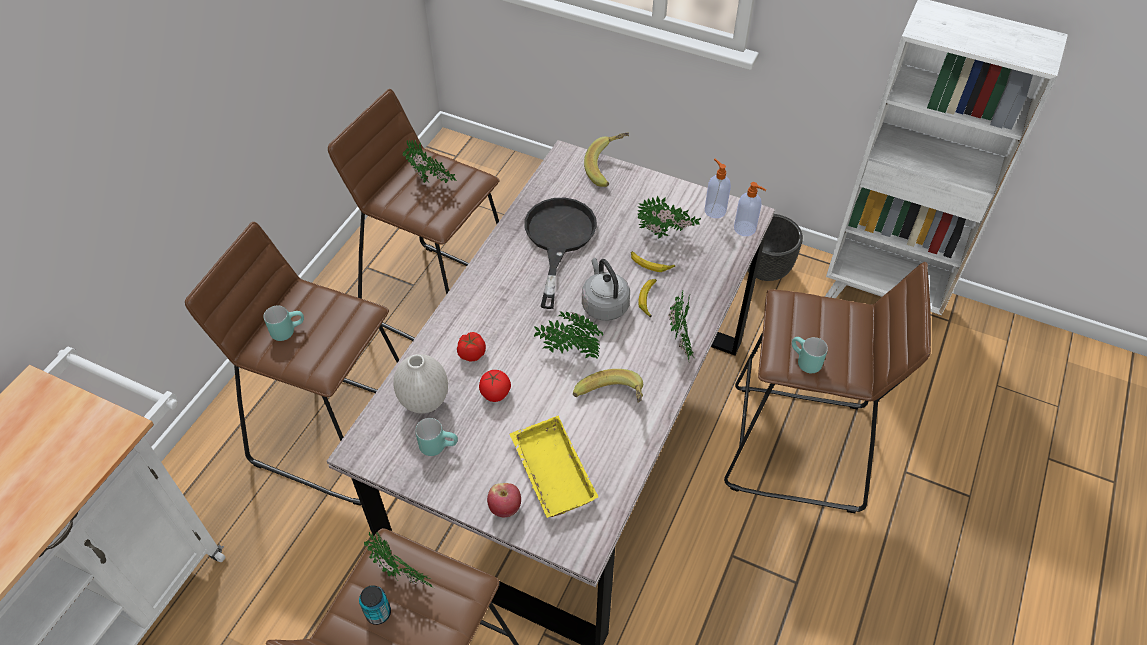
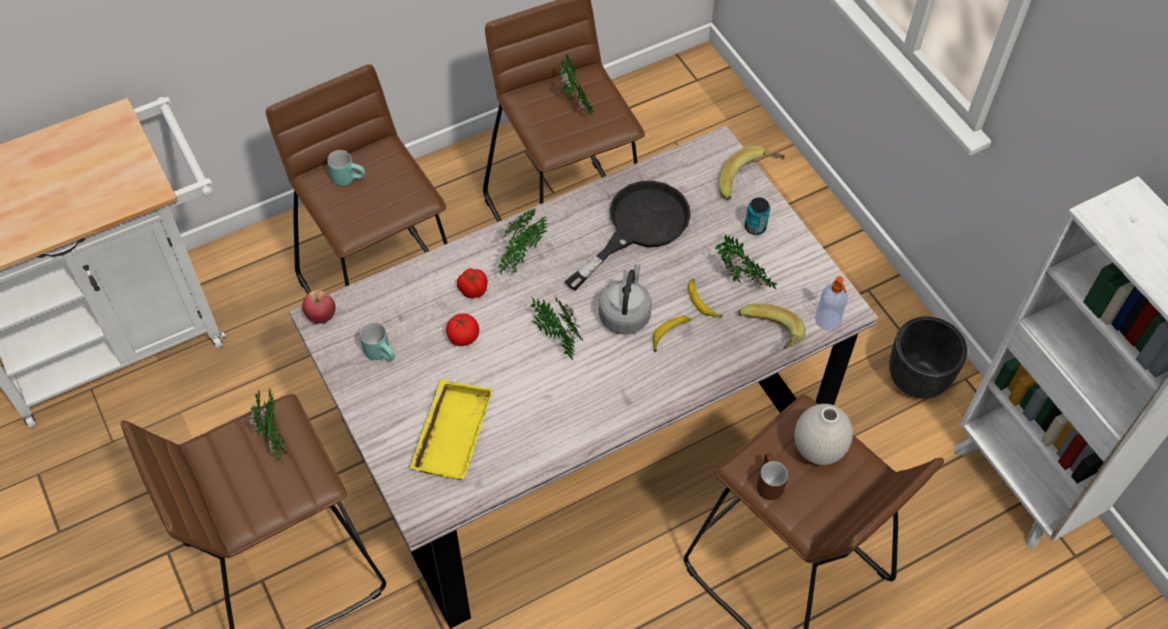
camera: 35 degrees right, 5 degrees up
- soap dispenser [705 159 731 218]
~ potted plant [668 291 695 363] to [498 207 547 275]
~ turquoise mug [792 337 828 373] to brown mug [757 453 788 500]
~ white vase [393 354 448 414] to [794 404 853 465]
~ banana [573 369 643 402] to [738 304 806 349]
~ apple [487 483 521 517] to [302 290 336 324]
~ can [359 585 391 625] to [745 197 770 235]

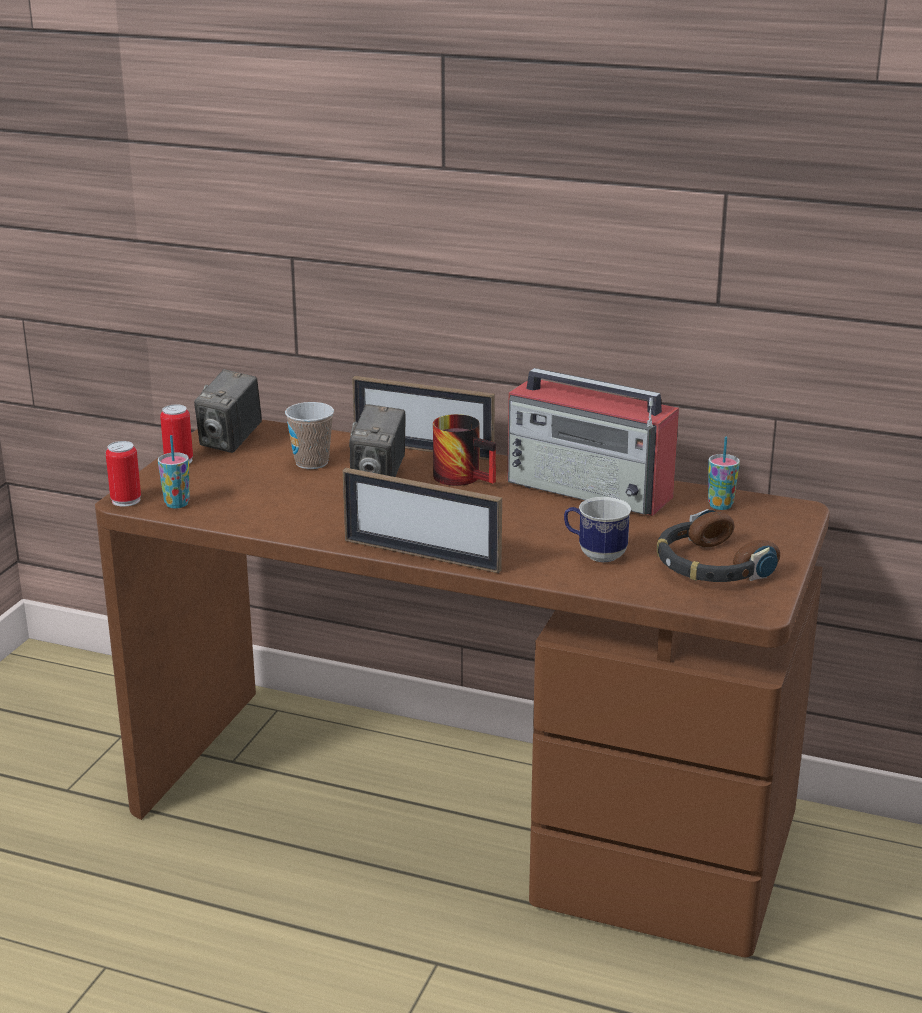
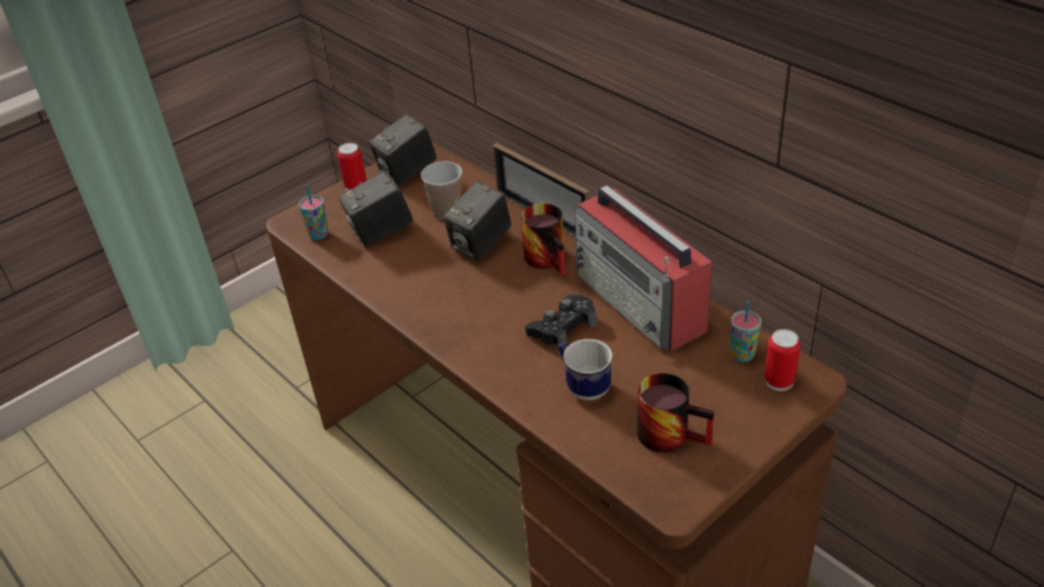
camera: 30 degrees right, 15 degrees up
~ can [106 441 141 507] to [764 329 801 391]
- picture frame [343 468 502 573]
~ headphones [657 509 780 582] to mug [637 373 714 453]
+ photo camera [338 171 413 247]
+ black game controller [525 295 597 350]

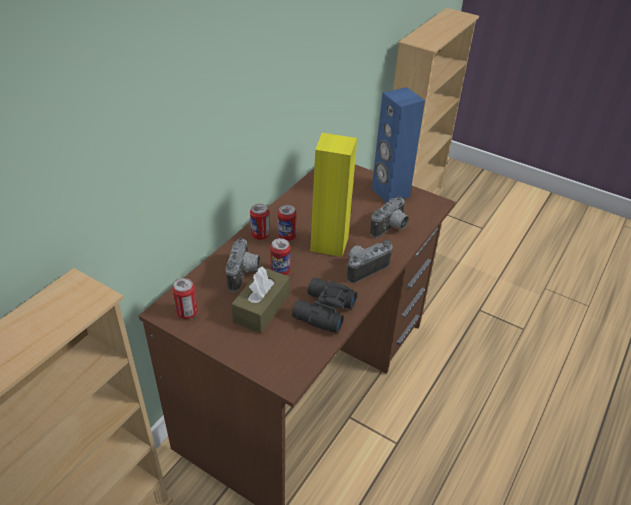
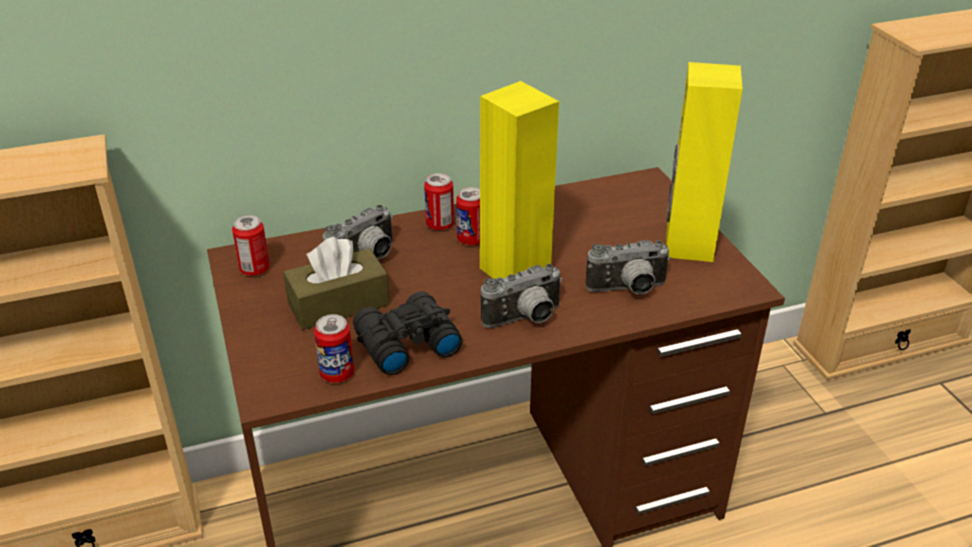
camera: 40 degrees right, 5 degrees down
~ blue speaker [372 87 425 203] to yellow speaker [666 62 743 262]
~ can [270 238 290 275] to [314 314 354 383]
~ photo camera [346 240 393 283] = [481 264 563 328] 150 degrees clockwise

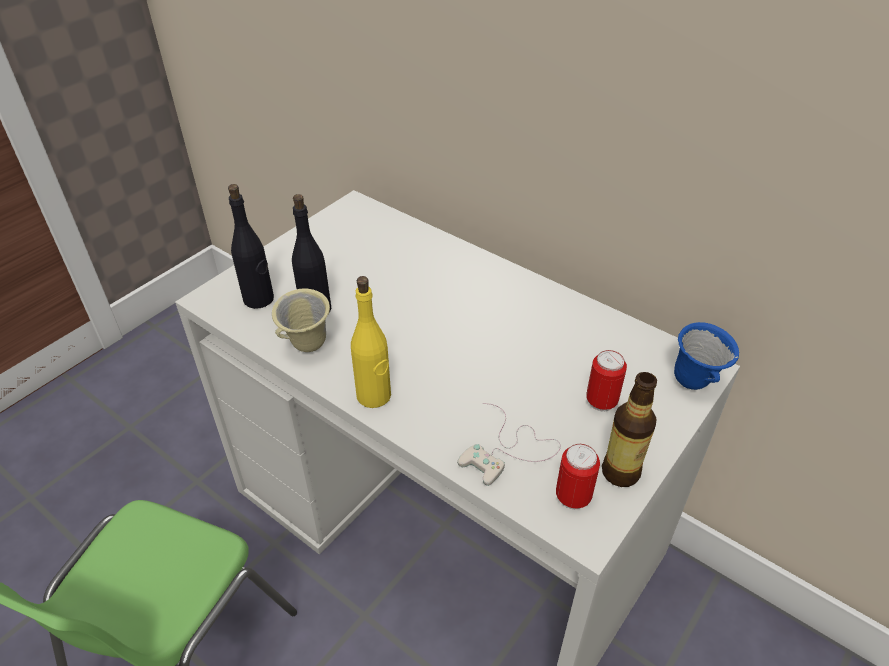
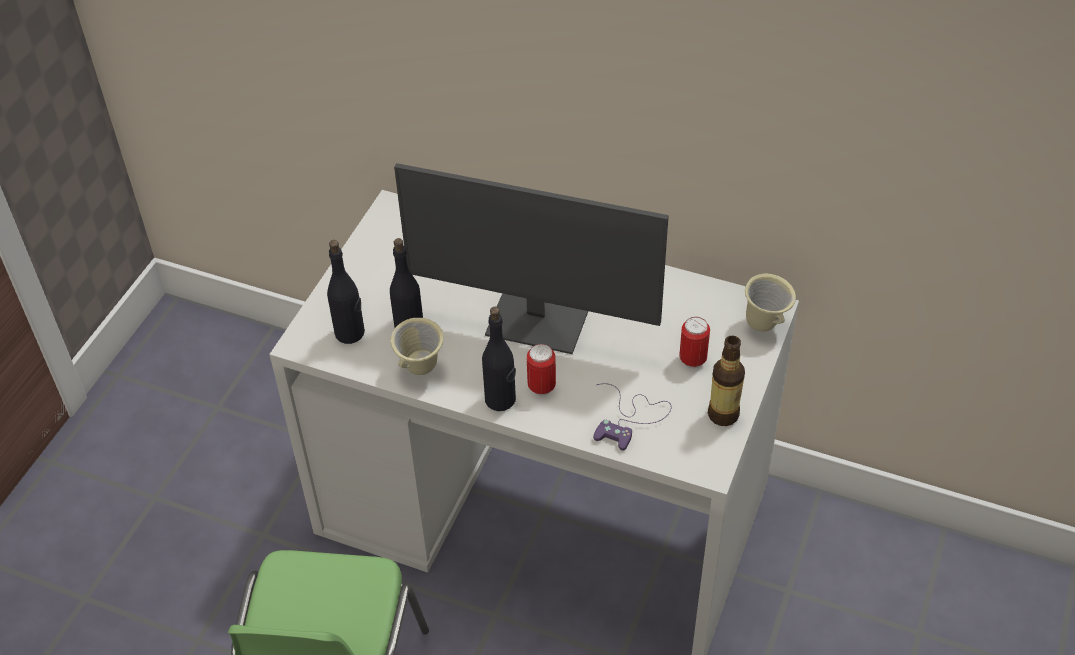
camera: 15 degrees left, 5 degrees up
~ yellow bottle [351 276 391 408] to black bottle [482 307 516 411]
~ blue mug [674 322 739 390] to beige mug [745 274 796 332]
~ white game controller [457 403 561 486] to purple game controller [593 383 672 451]
~ can [556 444 600 509] to [527 344 556 395]
+ monitor [394 163 669 354]

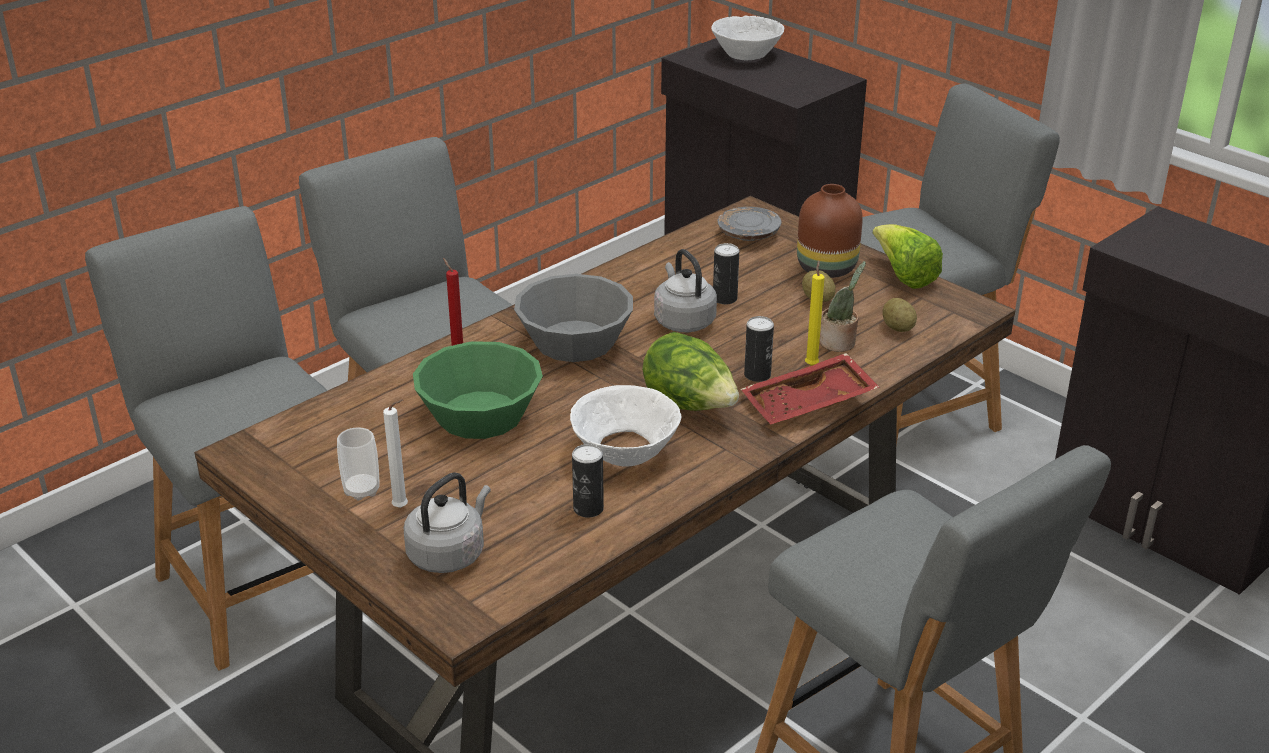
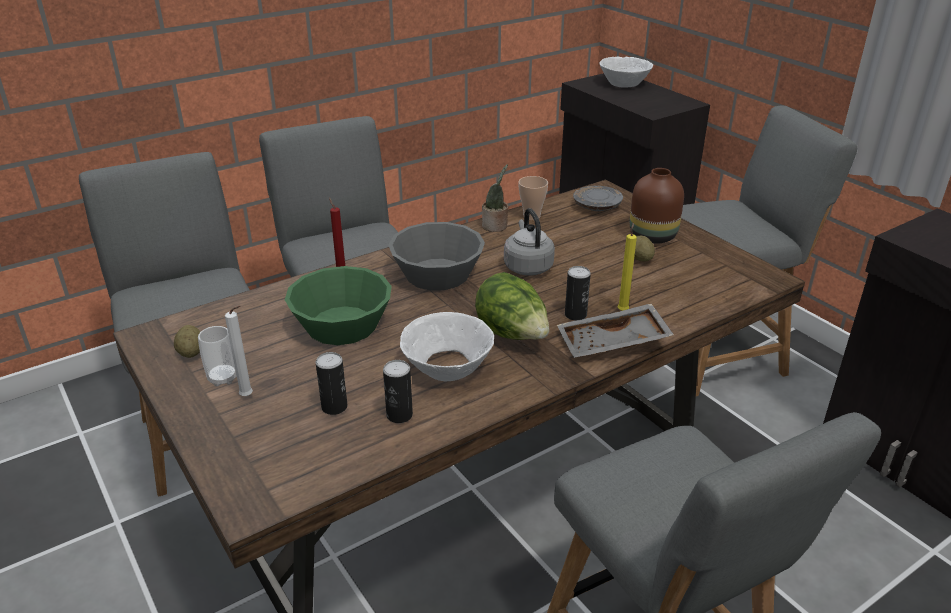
camera: 10 degrees right, 0 degrees up
- lettuce [873 224 943 289]
~ can [713 243 739 304] to [316 352 348 415]
~ potted plant [820 261 866 352] to [482 164 508 232]
~ potato [883 298 917 332] to [174 325 201 358]
~ red tray [741 353 879 425] to grey tray [557 304 674 358]
- grey kettle [403 472 491 573]
+ cup [518 176 548 220]

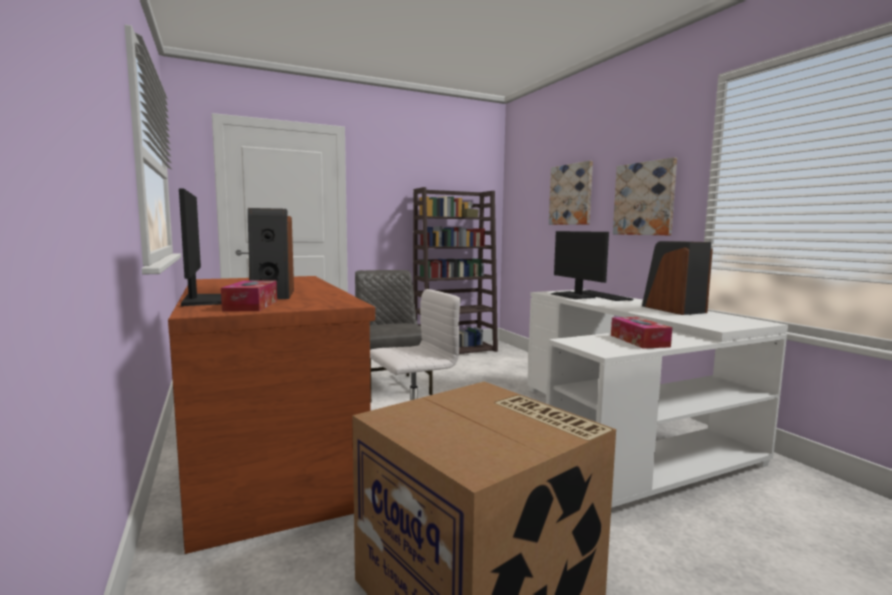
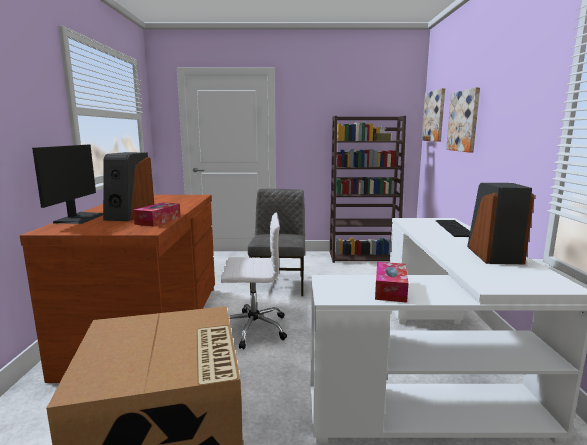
camera: 25 degrees right, 5 degrees up
~ picture [613 157 677 235] to [422 88 445 142]
- monitor [551 231 609 299]
~ tissue box [221 280 277 311] to [133 202 181 227]

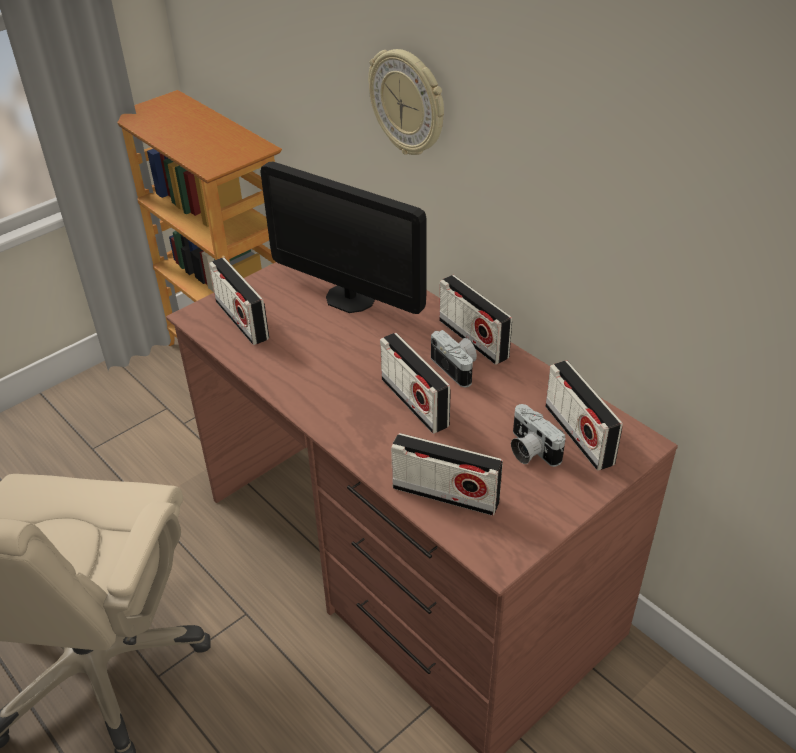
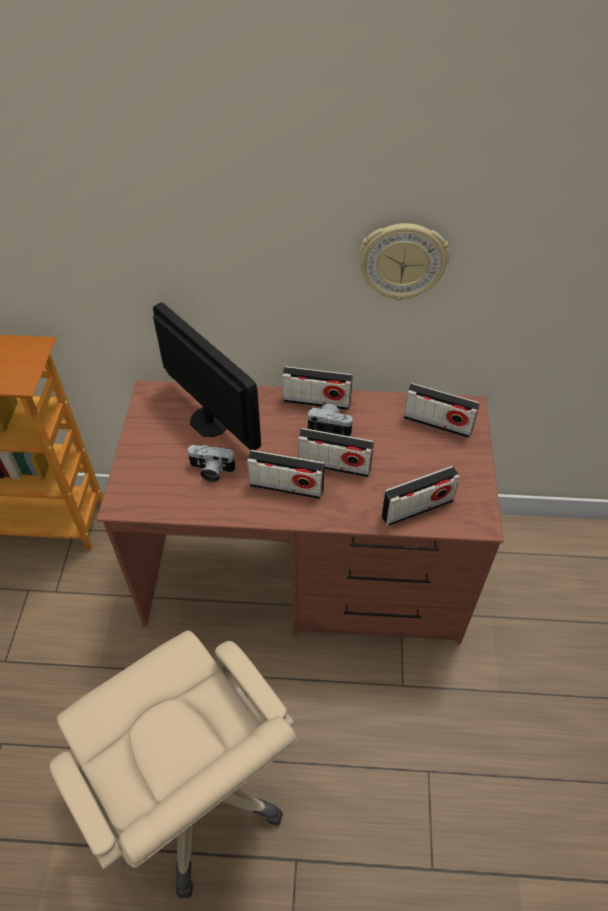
camera: 45 degrees left, 10 degrees up
~ wall clock [368 49 444 155] to [358 223 450 301]
~ monitor [261 162 427 314] = [153 302 261 450] 120 degrees counterclockwise
~ radio [209 257 269 345] to [247 450 325 499]
~ photo camera [511 404 566 467] to [187 445 236 482]

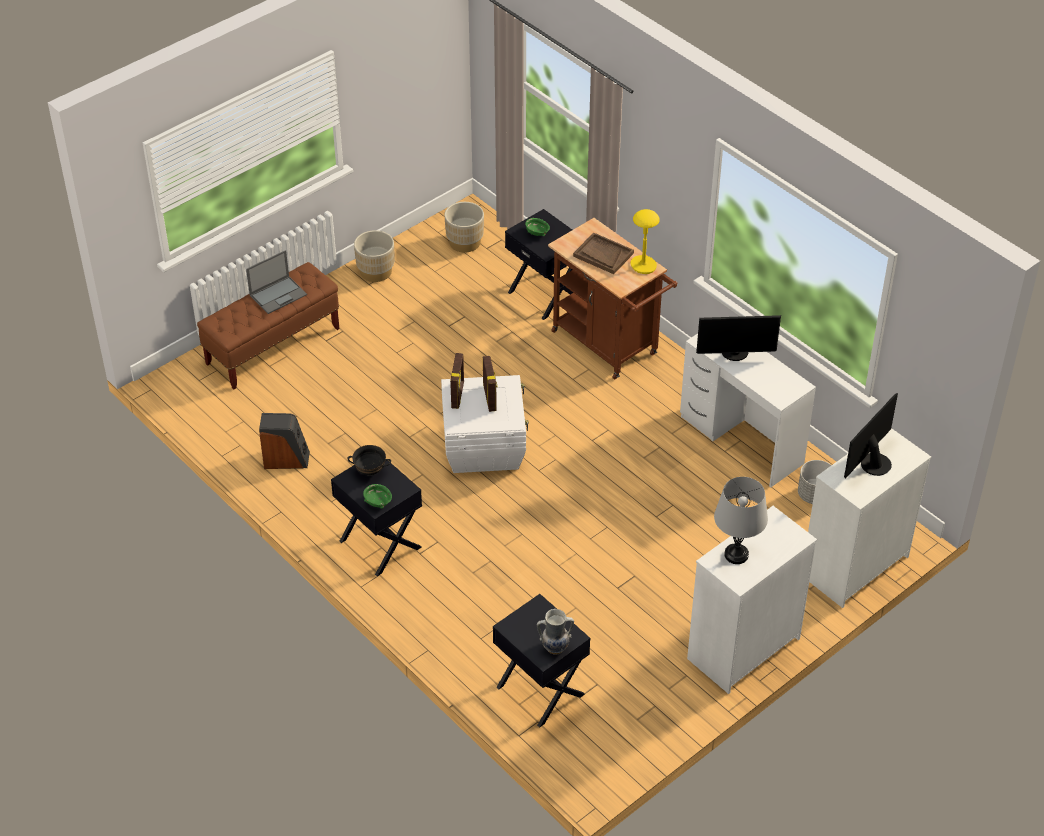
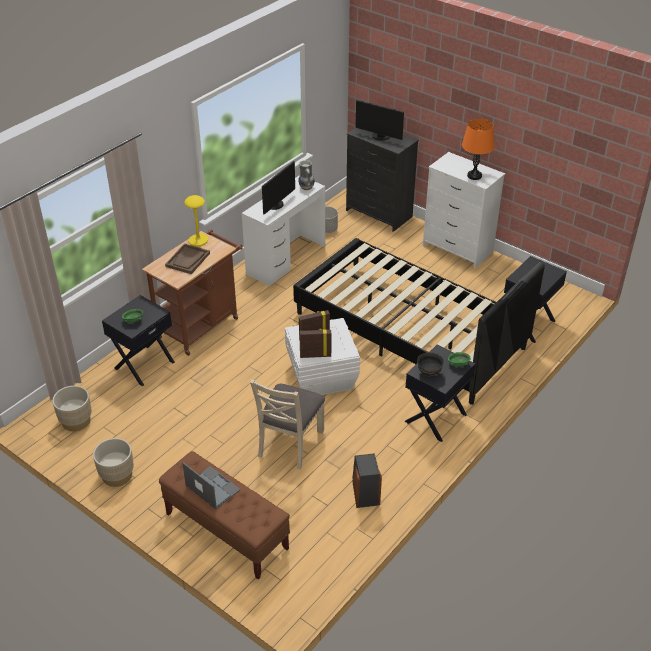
camera: 100 degrees left, 5 degrees down
~ monitor [696 315 781 361] = [262 161 295 215] 45 degrees clockwise
~ white dresser [808 428 931 608] to black dresser [346 128 419 232]
~ grey table lamp [714 477 768 564] to orange table lamp [462 119 495 180]
~ vase [537 609 574 654] to [298 160 315 190]
+ black bed [293 238 545 405]
+ beige chair [250 379 325 470]

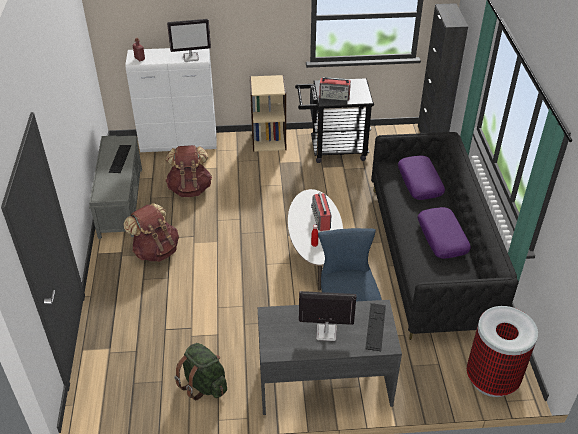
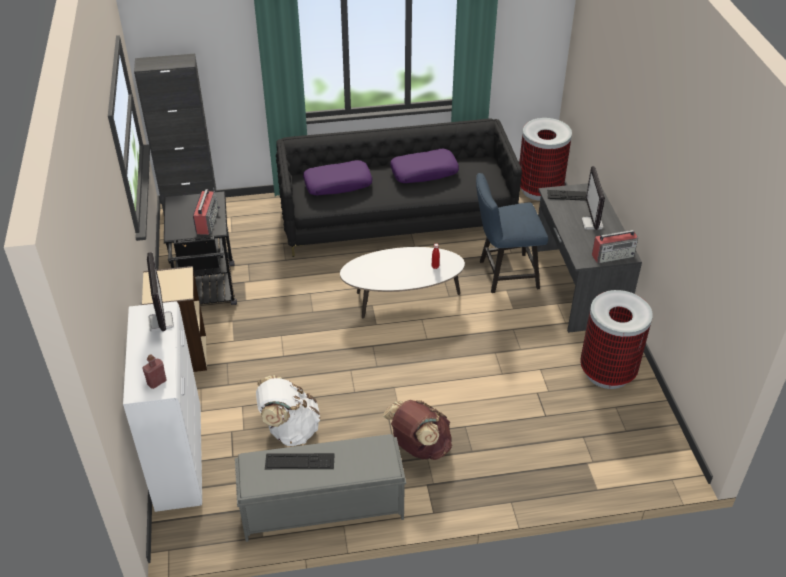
camera: 95 degrees left, 0 degrees up
~ brown backpack [165 145 212 197] to white backpack [256 375 320 446]
~ radio [311 192 332 231] to [592 230 639 263]
~ green backpack [174 343 227 400] to trash can [580 290 653 389]

